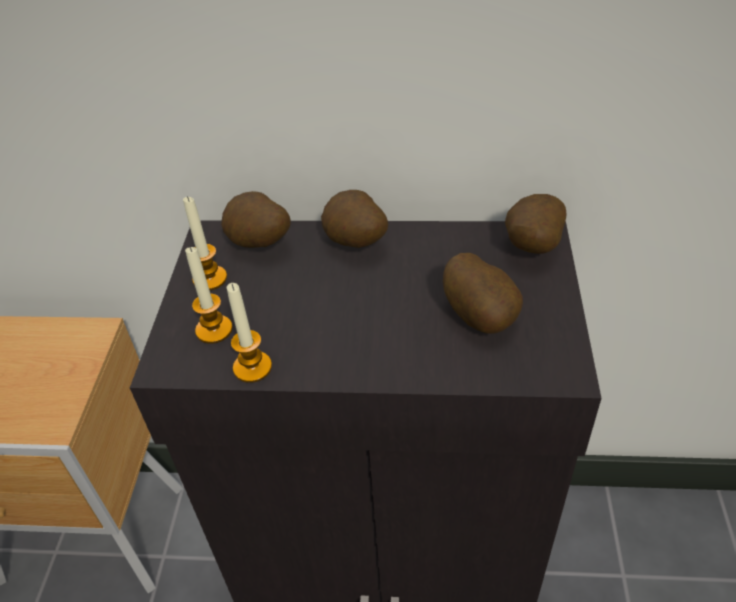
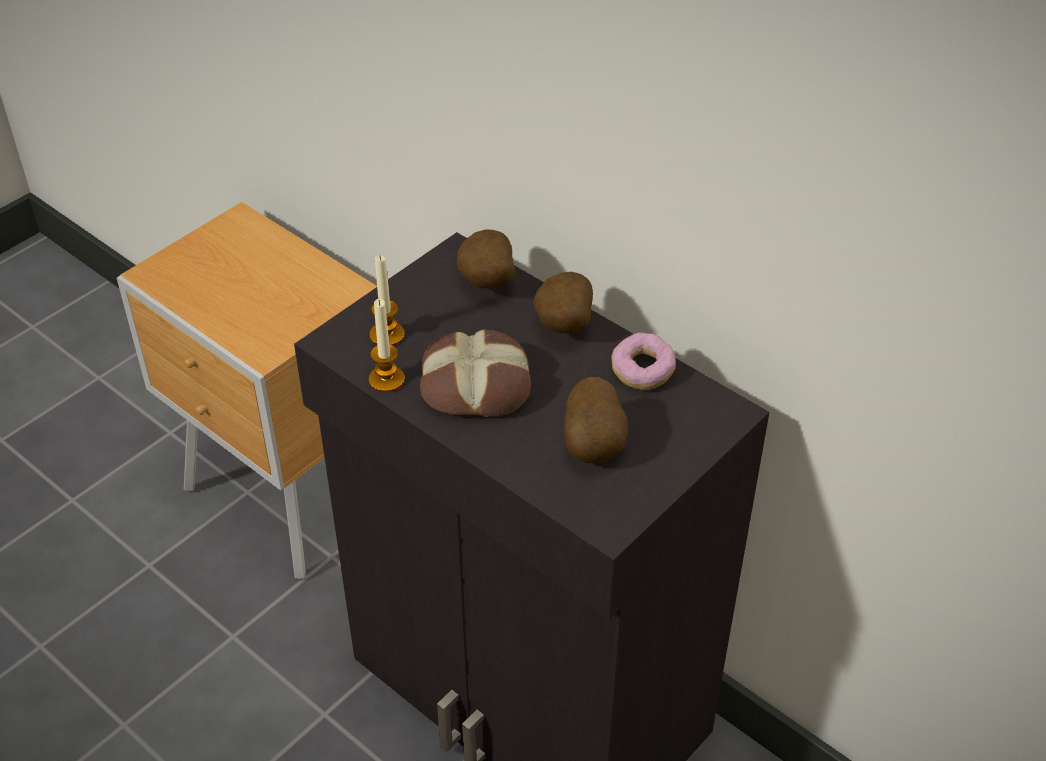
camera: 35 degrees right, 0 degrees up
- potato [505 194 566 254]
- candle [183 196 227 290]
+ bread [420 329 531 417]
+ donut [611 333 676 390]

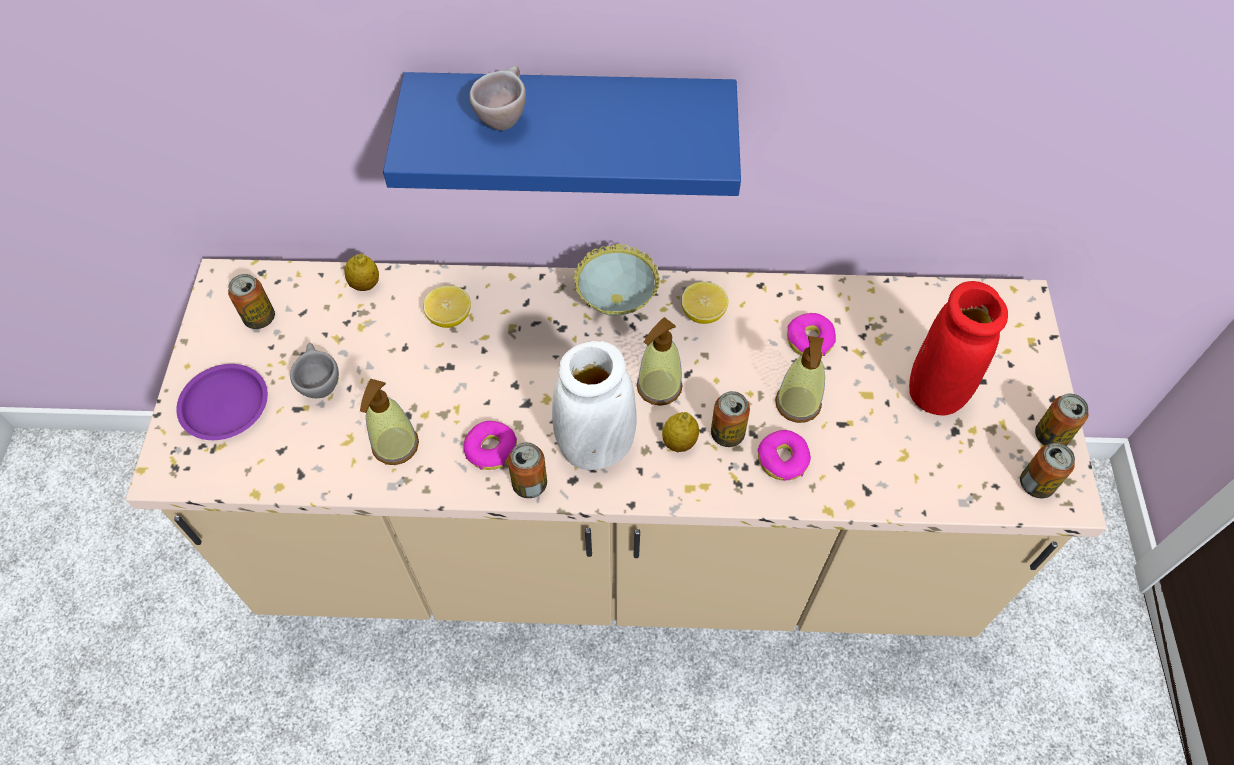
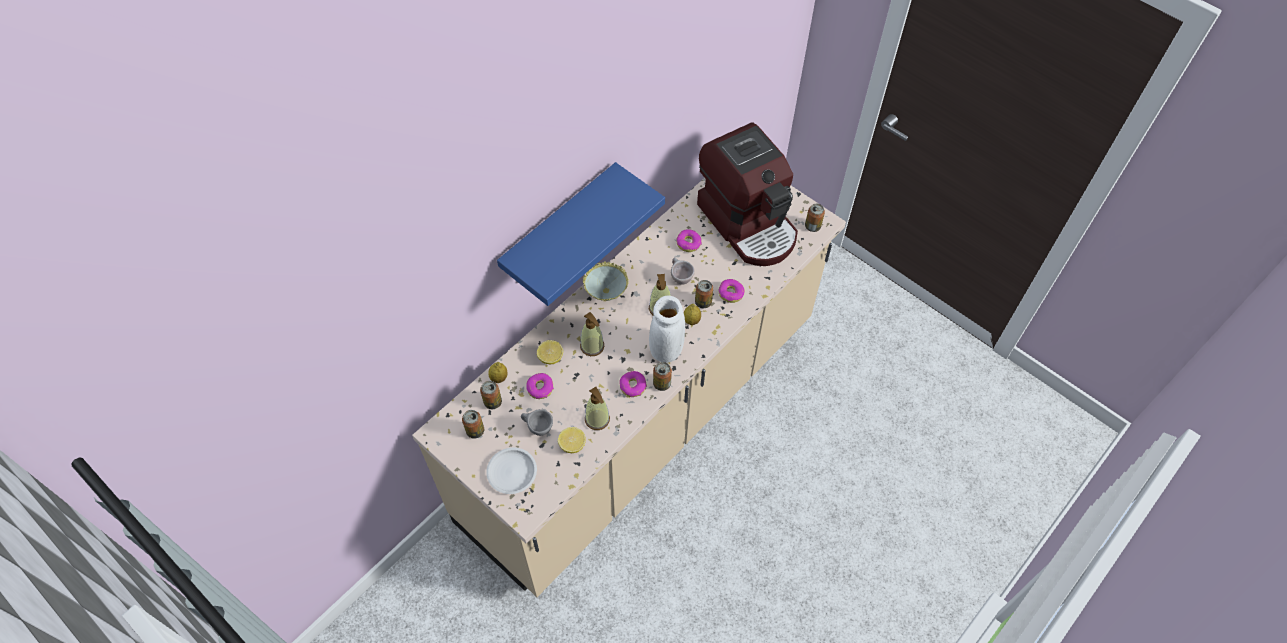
camera: 50 degrees left, 0 degrees up
~ beige cup [469 66 526 130] to [671 257 695 285]
~ red vase [909 281 1008 415] to coffee machine [697 122 798 266]
~ lemon [681 282 729 324] to [558 427 586 453]
~ soap dispenser [775 336 825 423] to [580 312 604 356]
~ purple plate [176 364 268 440] to white plate [486 448 537 494]
~ can [1035 394 1088 446] to [480 381 502 409]
+ donut [527 373 554 399]

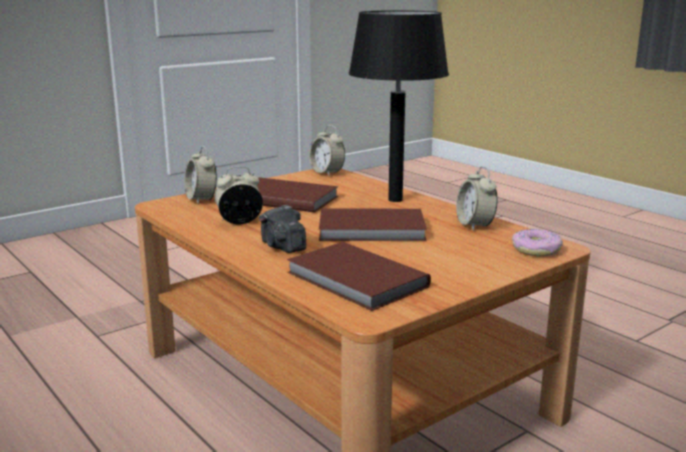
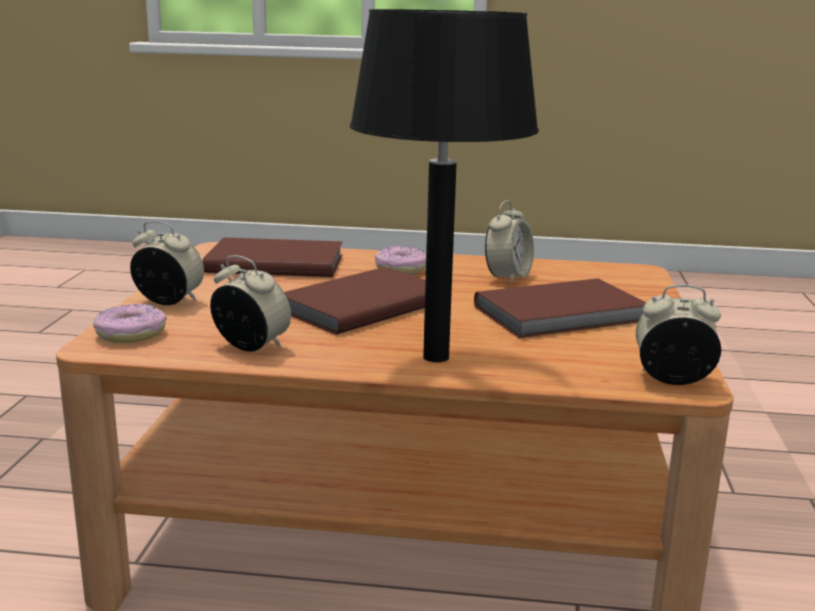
camera: 135 degrees right, 0 degrees up
~ alarm clock [185 146 217 204] to [130 221 204 305]
~ photo camera [259 205 306 253] to donut [375 246 426 275]

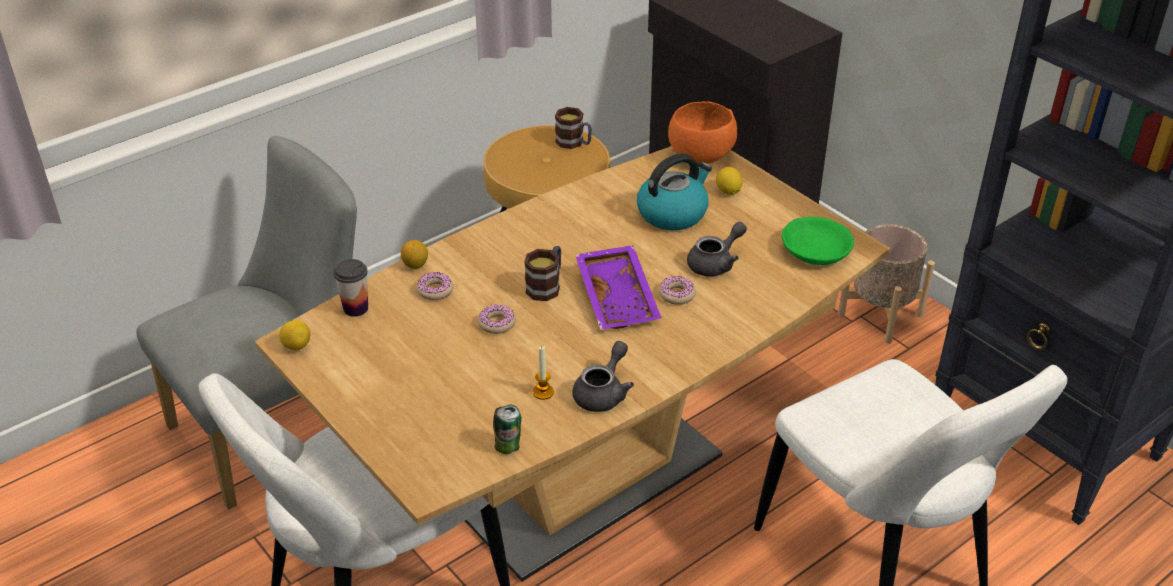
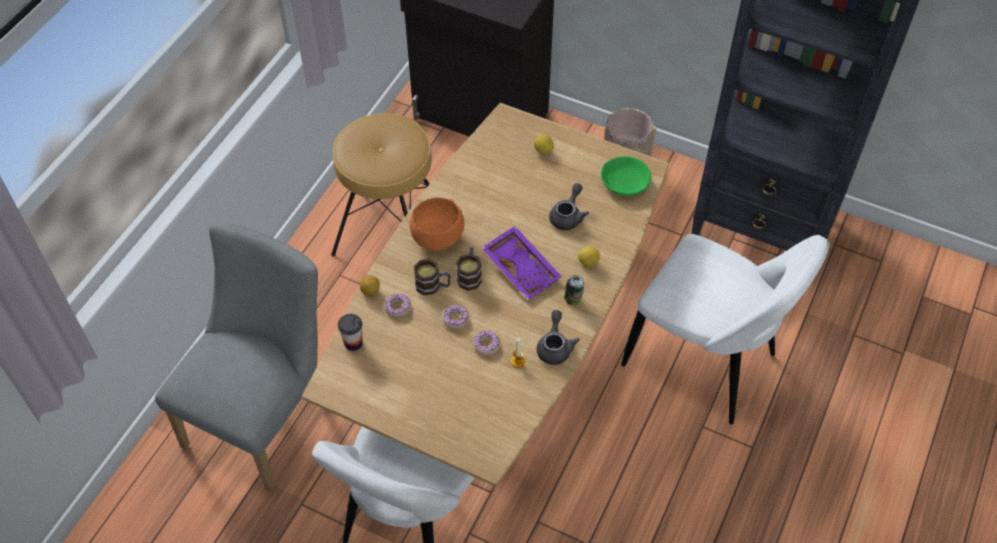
camera: 25 degrees left, 15 degrees up
~ orange bowl [668 101 737 164] to [409 197 464 251]
~ mug [555 107 592 149] to [414 259 450 296]
- kettle [637 153 712 231]
~ donut [659 276 696 305] to [473 330 501 356]
~ lemon [279 320 310 350] to [578 246 600 267]
~ can [493 405 521 454] to [564 275 584 305]

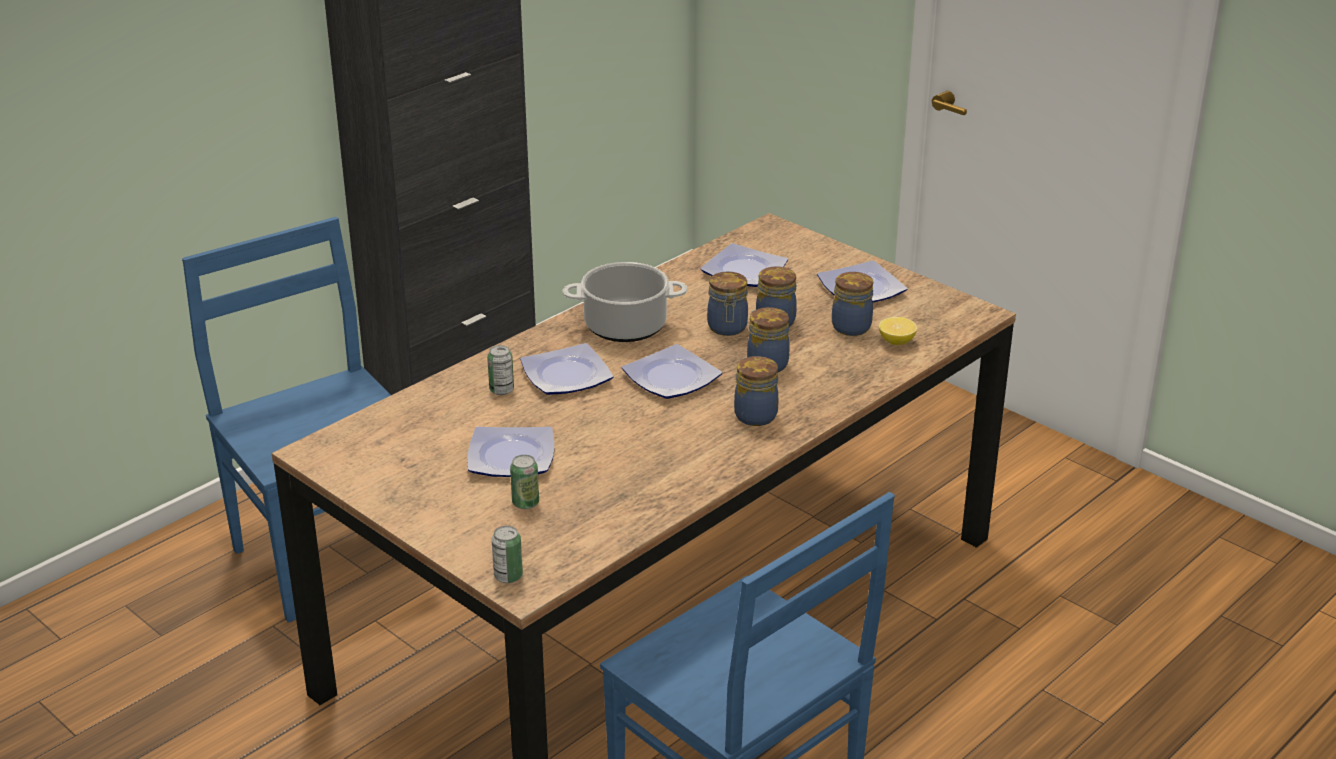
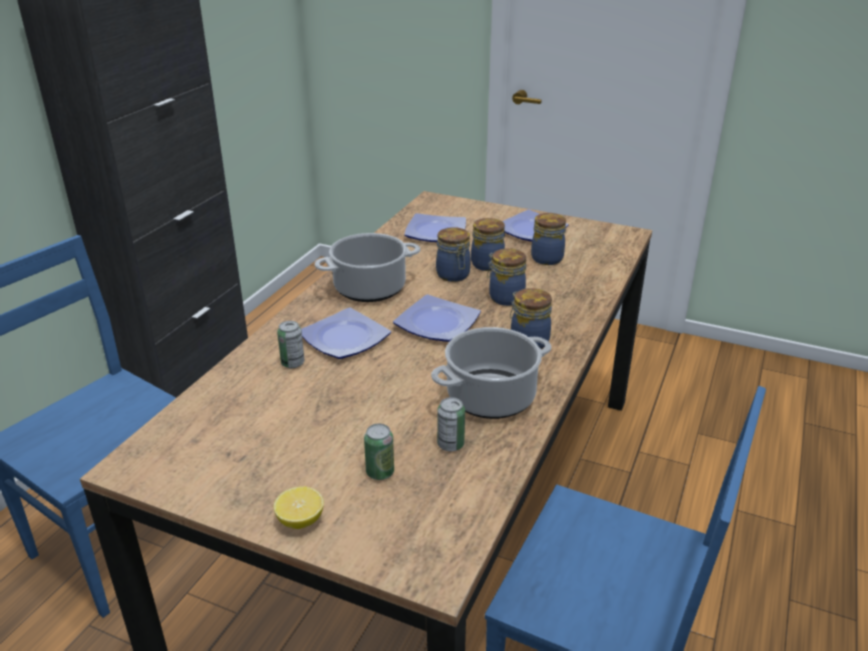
camera: 20 degrees left, 0 degrees up
~ lemon [879 317 917 345] to [274 486 324 529]
- plate [467 427 554 477]
~ can [492 526 523 583] to [437 397 465 451]
+ cooking pot [431 327 551 419]

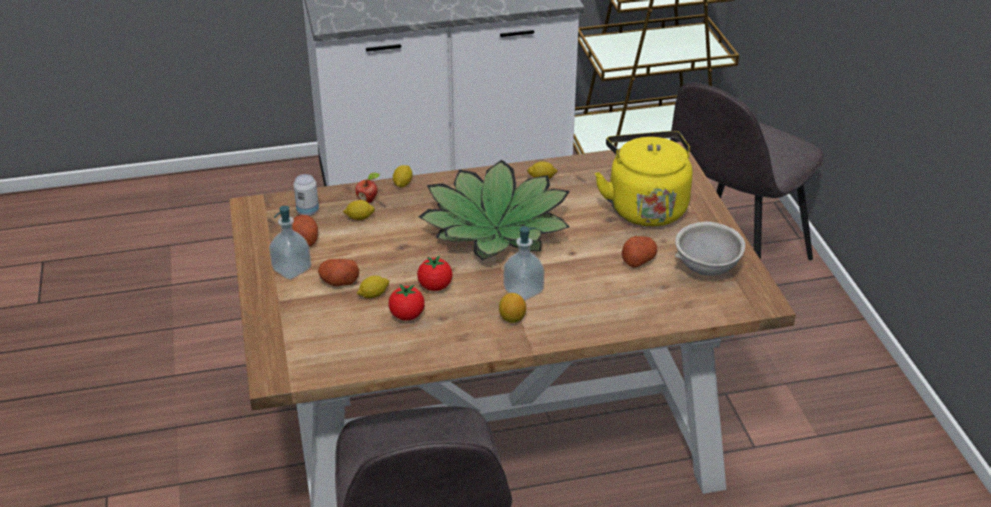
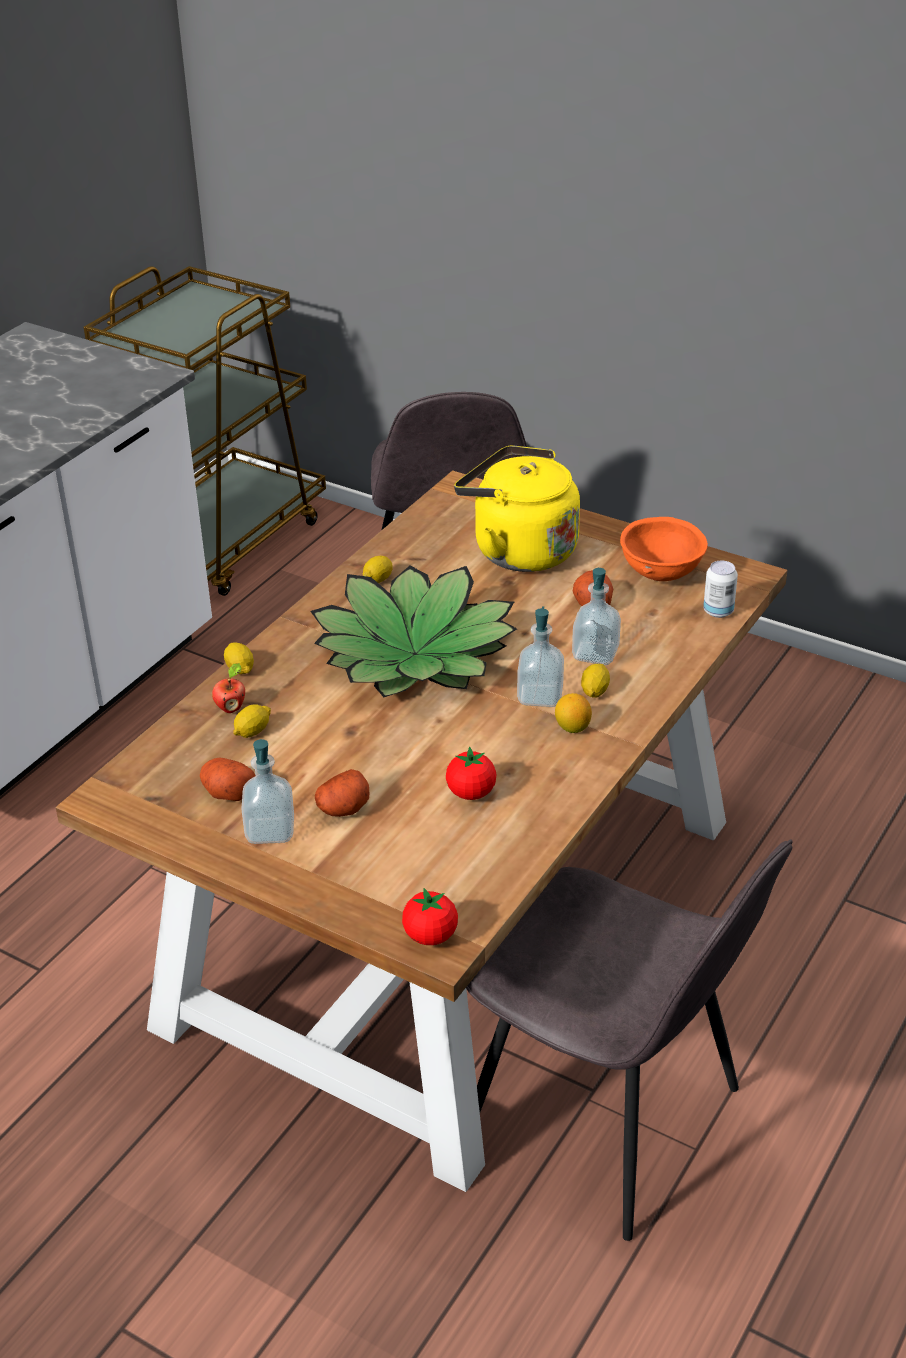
camera: 45 degrees left, 0 degrees up
~ can [293 174 319 216] to [703 561 738 618]
~ grey bowl [675 222 745 276] to orange bowl [620 517 708 581]
~ tomato [417 255 452 291] to [402 888 458 945]
~ lemon [357 276 389 298] to [581 664 610 698]
+ soap dispenser [572 568 621 665]

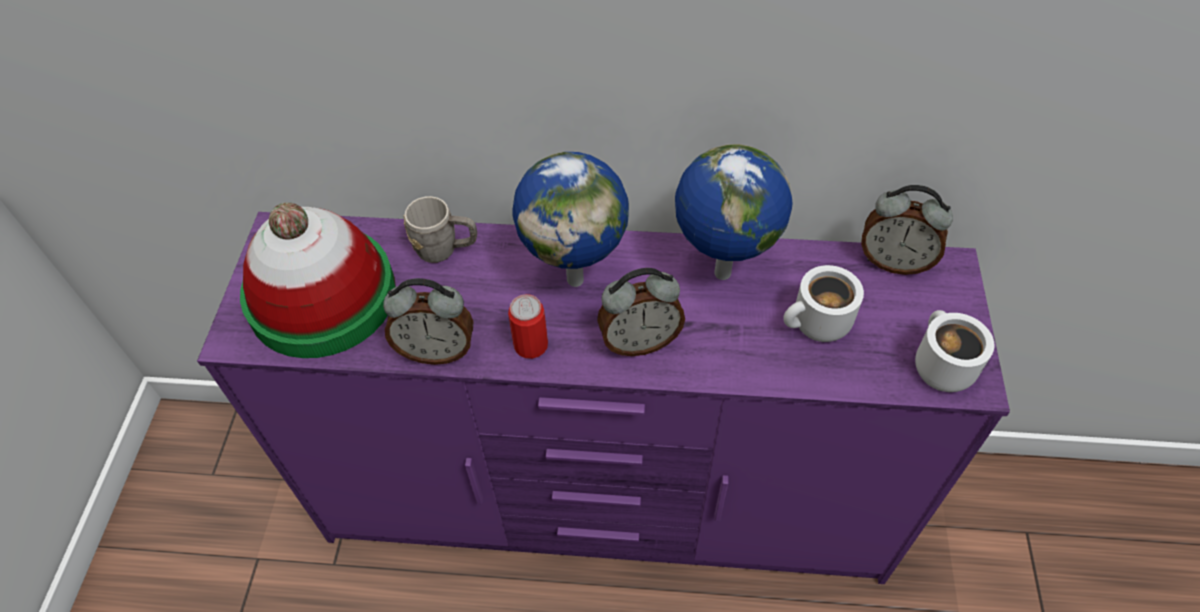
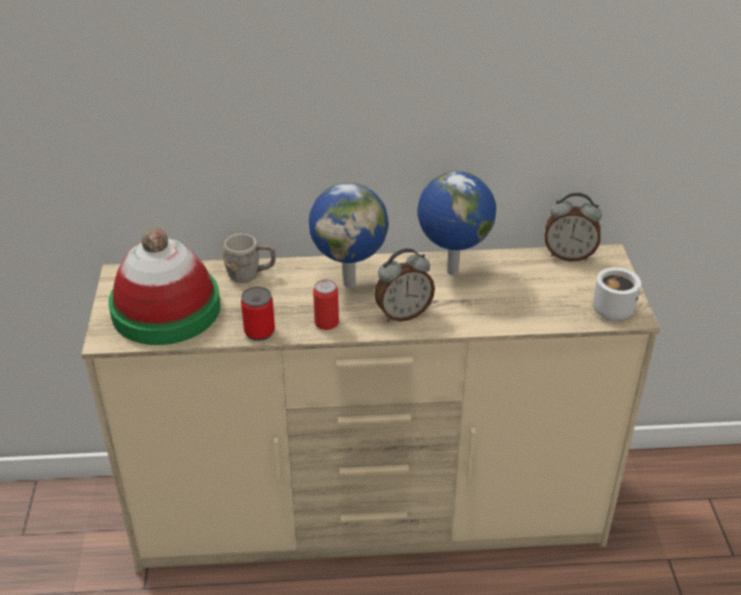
camera: 10 degrees left, 15 degrees down
~ purple dresser [197 212 1010 584] to beige dresser [81 244 660 572]
- white mug [783 265 864 342]
~ alarm clock [383 278 473 365] to can [241 287 275 341]

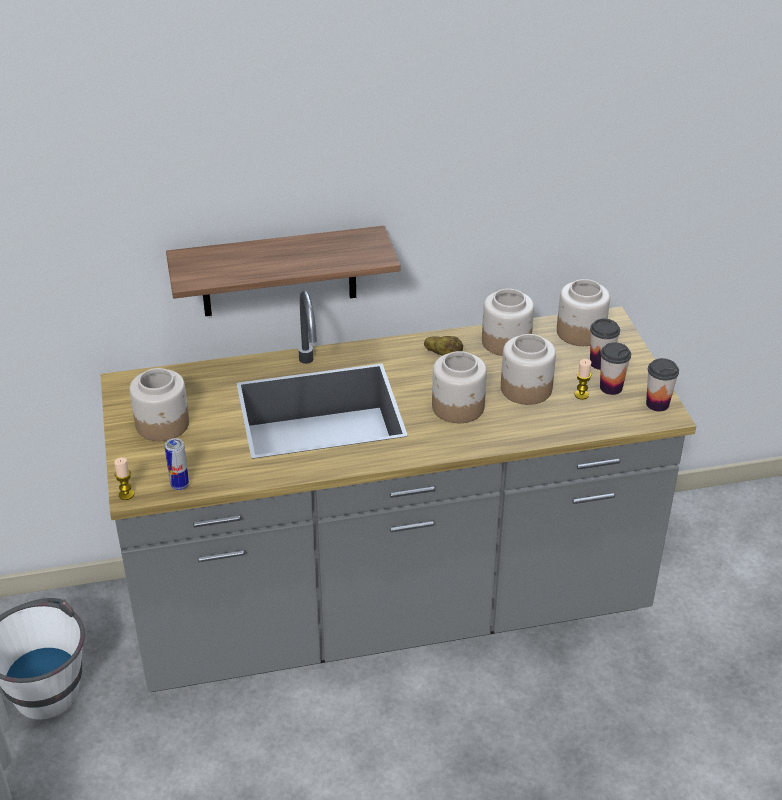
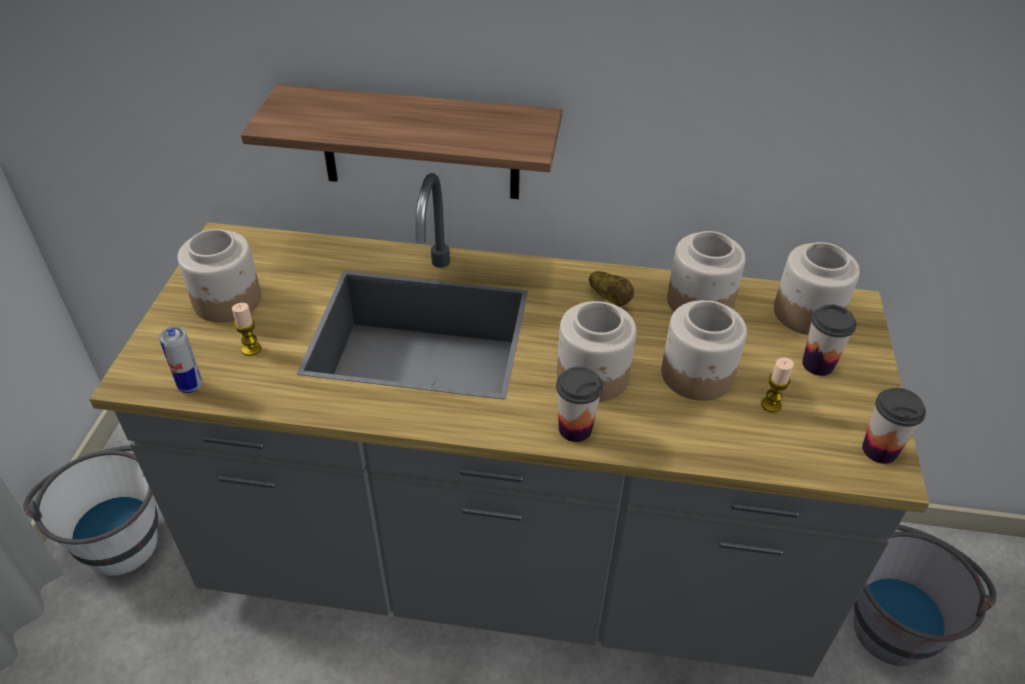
camera: 20 degrees right, 5 degrees up
~ cup [600 342 631 395] to [556 367 603 442]
~ candle [114 457 134 500] to [232 303 261 356]
+ grey bucket [854 525 997 666]

